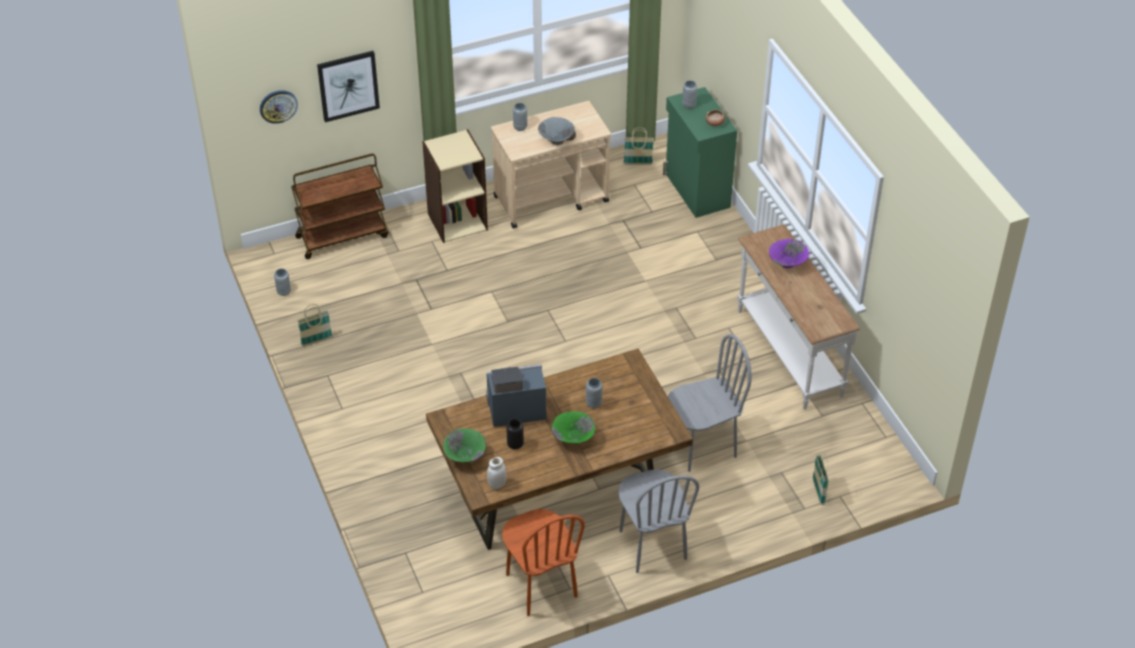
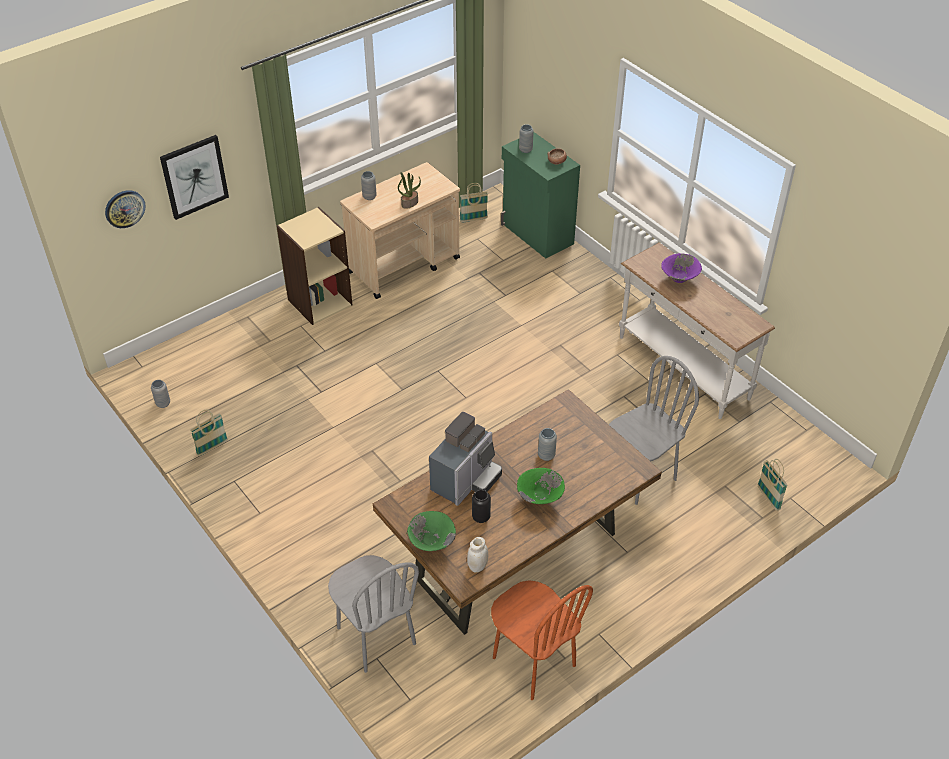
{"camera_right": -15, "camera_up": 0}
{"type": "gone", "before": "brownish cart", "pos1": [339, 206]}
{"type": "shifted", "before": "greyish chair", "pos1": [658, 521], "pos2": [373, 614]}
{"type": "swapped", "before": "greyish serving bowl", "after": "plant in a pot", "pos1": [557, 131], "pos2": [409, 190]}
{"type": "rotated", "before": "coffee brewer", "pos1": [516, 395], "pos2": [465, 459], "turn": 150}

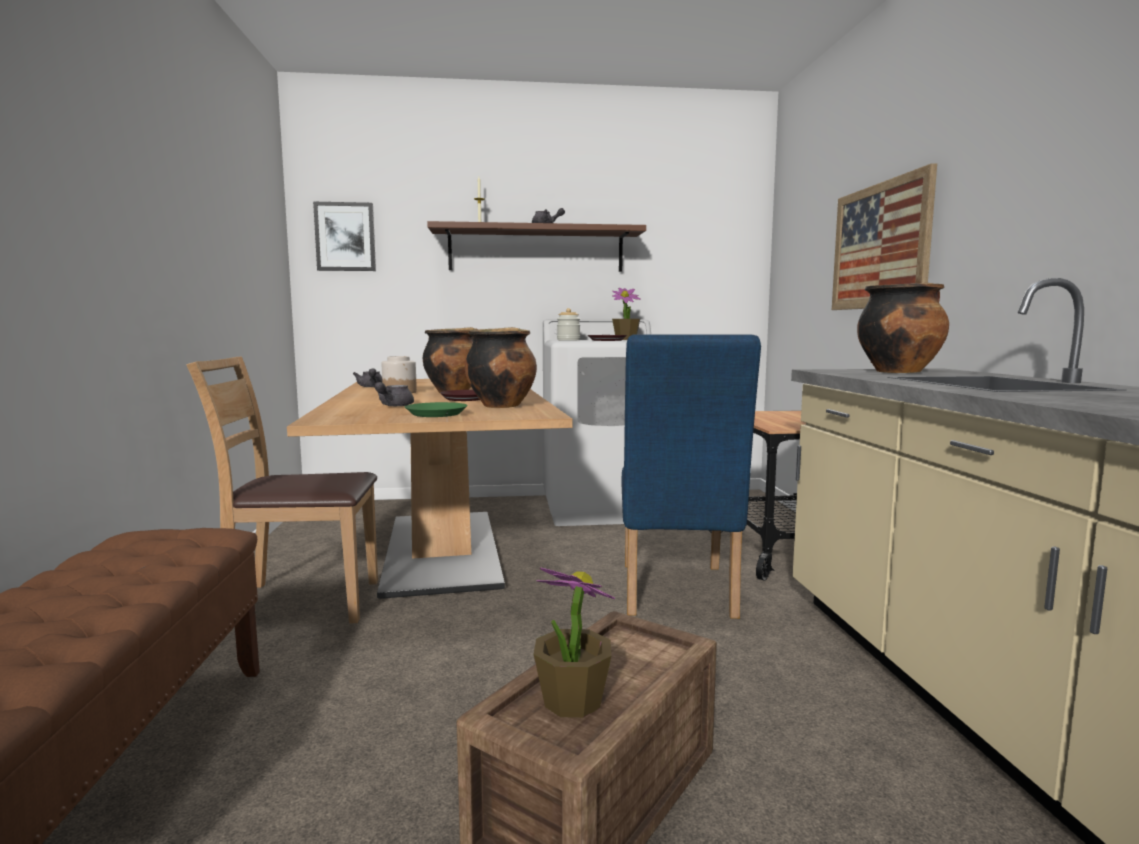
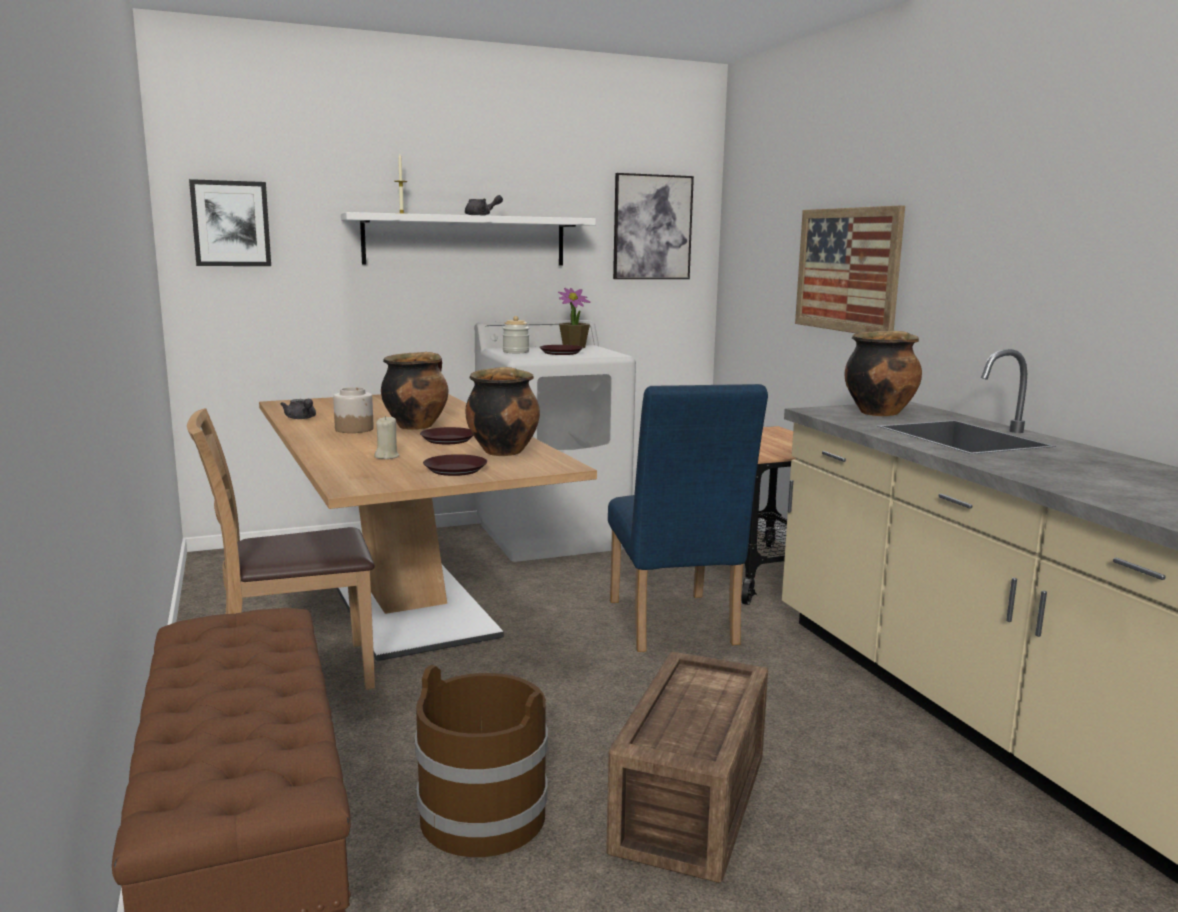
{"camera_right": -15, "camera_up": 5}
{"type": "gone", "before": "plant in a pot", "pos1": [574, 643]}
{"type": "new", "after": "brownish bucket", "pos2": [481, 760]}
{"type": "new", "after": "picture", "pos2": [653, 226]}
{"type": "swapped", "before": "greyish pot for tea", "after": "beige wax light", "pos1": [394, 394], "pos2": [387, 437]}
{"type": "repainted", "before": "greenish flat dish", "after": "brownish flat dish", "pos1": [436, 409], "pos2": [455, 465]}
{"type": "repainted", "before": "brownish shelf", "after": "white shelf", "pos1": [536, 246], "pos2": [468, 238]}

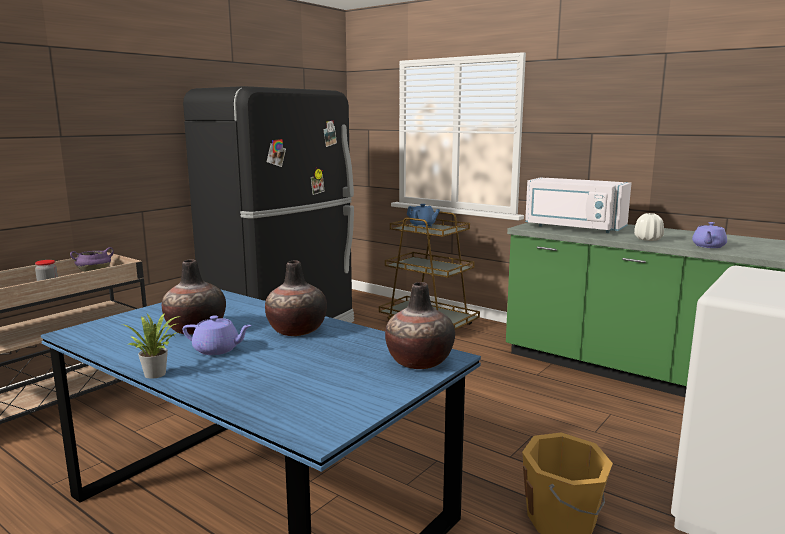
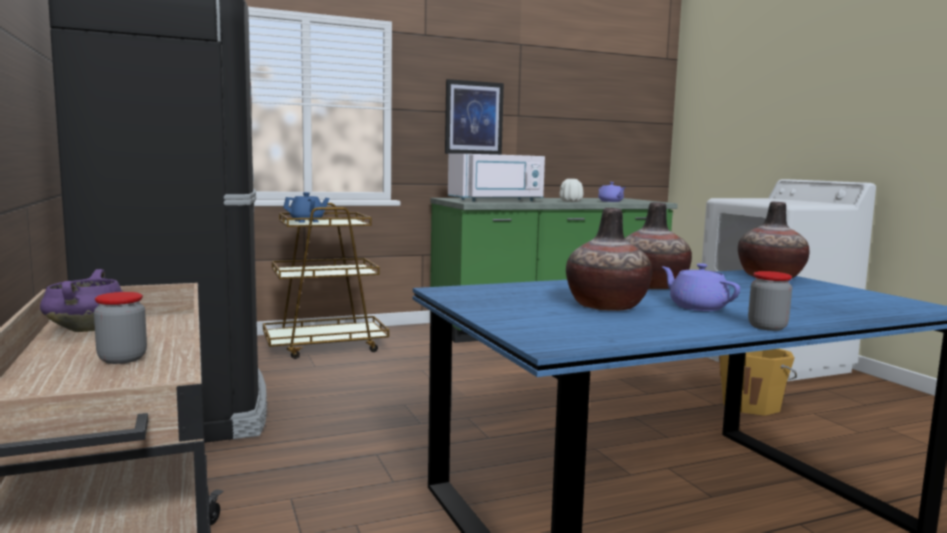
{"camera_right": -60, "camera_up": -5}
{"type": "new", "after": "picture", "pos2": [474, 117]}
{"type": "swapped", "before": "plant in a pot", "after": "preserve jar", "pos1": [151, 345], "pos2": [770, 301]}
{"type": "rotated", "before": "purple-coloured pot for tea", "pos1": [217, 335], "pos2": [700, 287], "turn": -75}

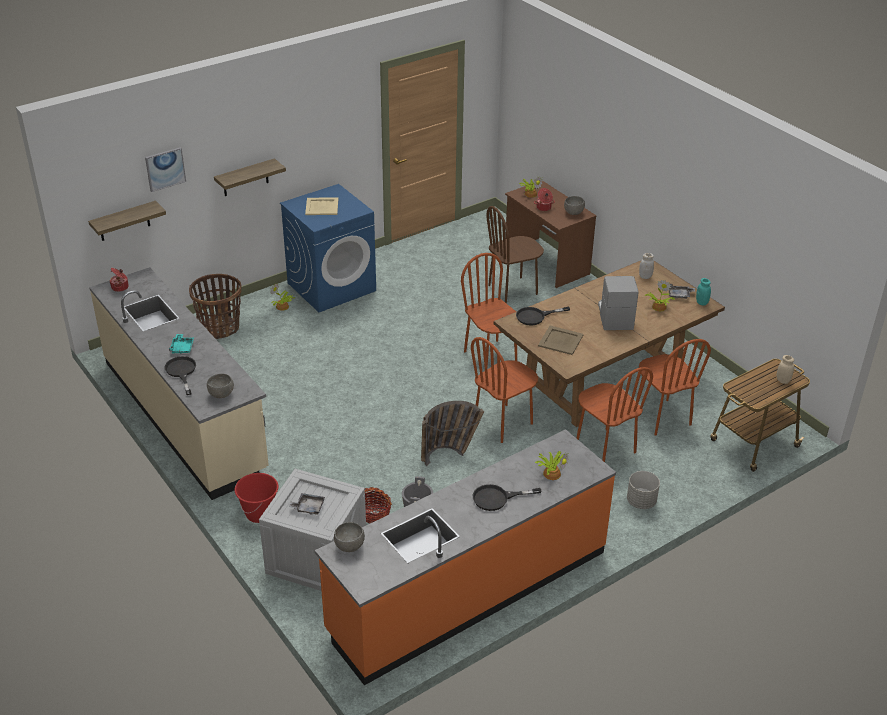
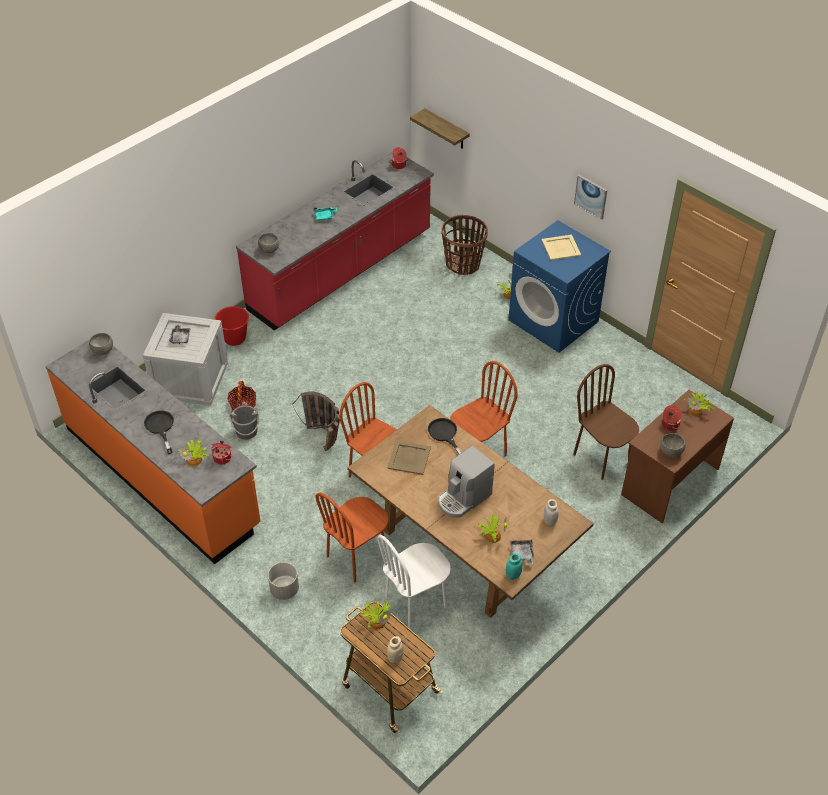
{"camera_right": 80, "camera_up": 10}
{"type": "gone", "before": "blackish frying pan", "pos1": [180, 375]}
{"type": "gone", "before": "shelf", "pos1": [250, 177]}
{"type": "new", "after": "stockpot", "pos2": [221, 452]}
{"type": "new", "after": "plant in a pot", "pos2": [375, 615]}
{"type": "shifted", "before": "picture", "pos1": [165, 169], "pos2": [590, 197]}
{"type": "repainted", "before": "beige counter", "after": "red counter", "pos1": [179, 383], "pos2": [335, 241]}
{"type": "repainted", "before": "brownish chair", "after": "white chair", "pos1": [673, 387], "pos2": [414, 582]}
{"type": "rotated", "before": "coffee brewer", "pos1": [618, 303], "pos2": [466, 482], "turn": 150}

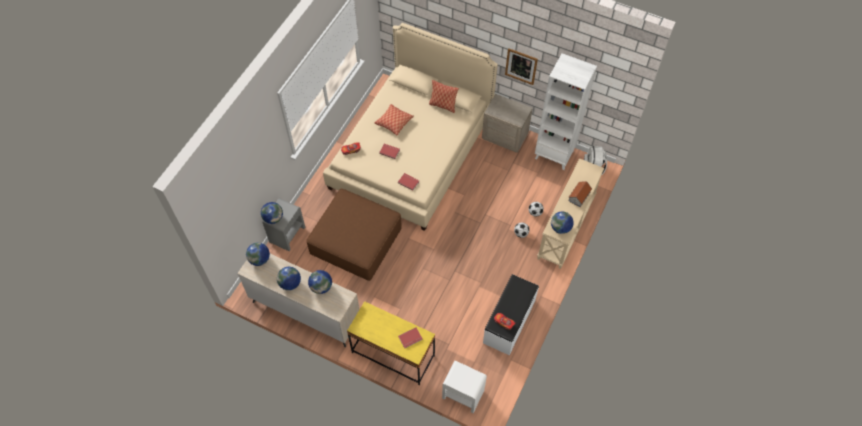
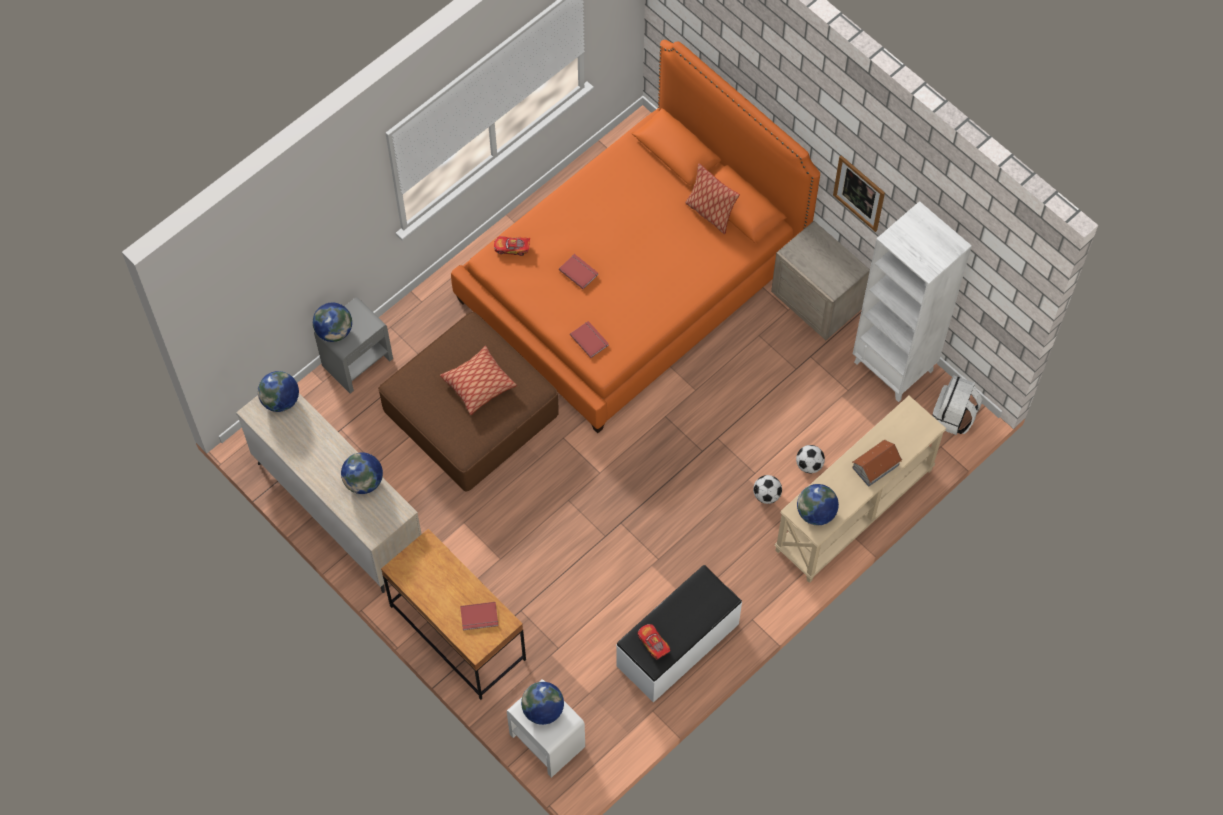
{"camera_right": 20, "camera_up": 5}
{"type": "shifted", "before": "world globe", "pos1": [289, 278], "pos2": [542, 703]}
{"type": "shifted", "before": "cushion", "pos1": [394, 120], "pos2": [478, 380]}
{"type": "repainted", "before": "beige bed", "after": "orange bed", "pos1": [410, 127], "pos2": [635, 236]}
{"type": "repainted", "before": "yellowish desk unit", "after": "brownish desk unit", "pos1": [391, 343], "pos2": [453, 614]}

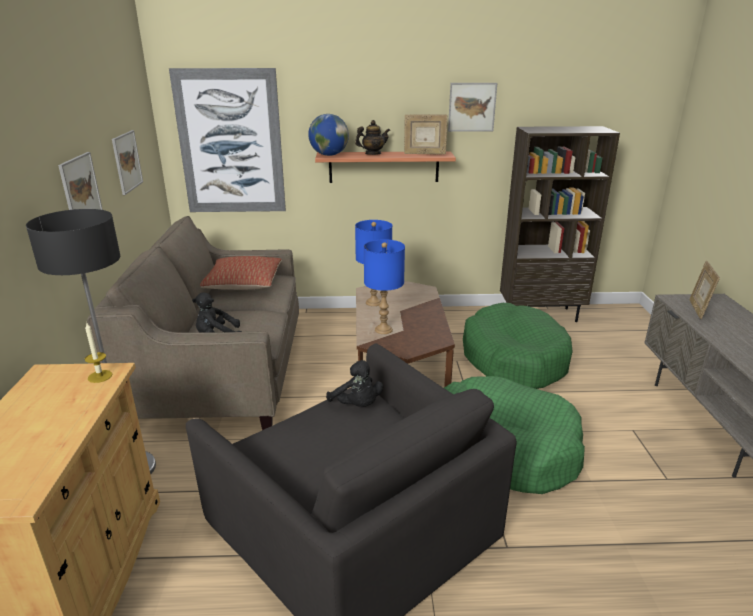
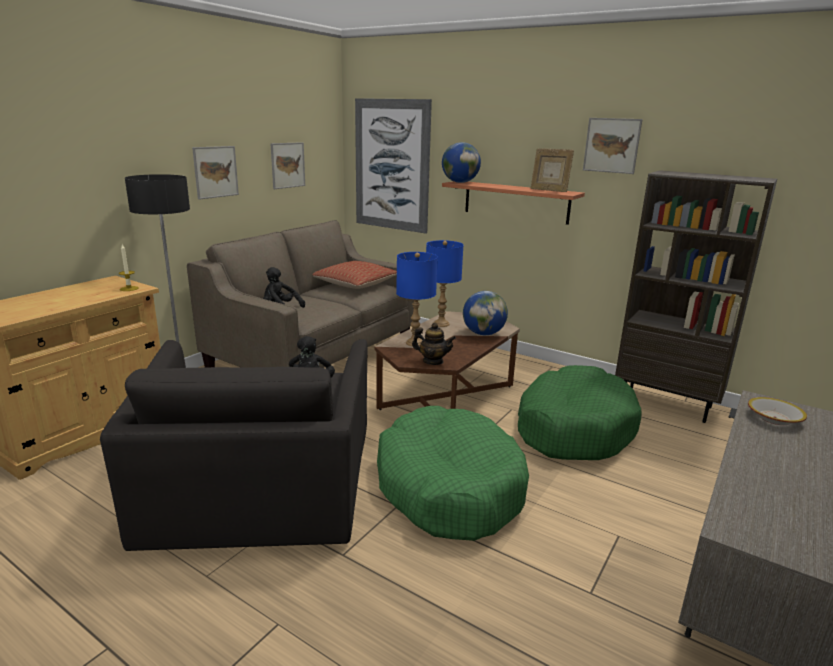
{"camera_right": 35, "camera_up": -5}
{"type": "new", "after": "world globe", "pos2": [485, 313]}
{"type": "shifted", "before": "pot for tea", "pos1": [372, 137], "pos2": [434, 344]}
{"type": "swapped", "before": "photo frame", "after": "serving bowl", "pos1": [704, 290], "pos2": [777, 411]}

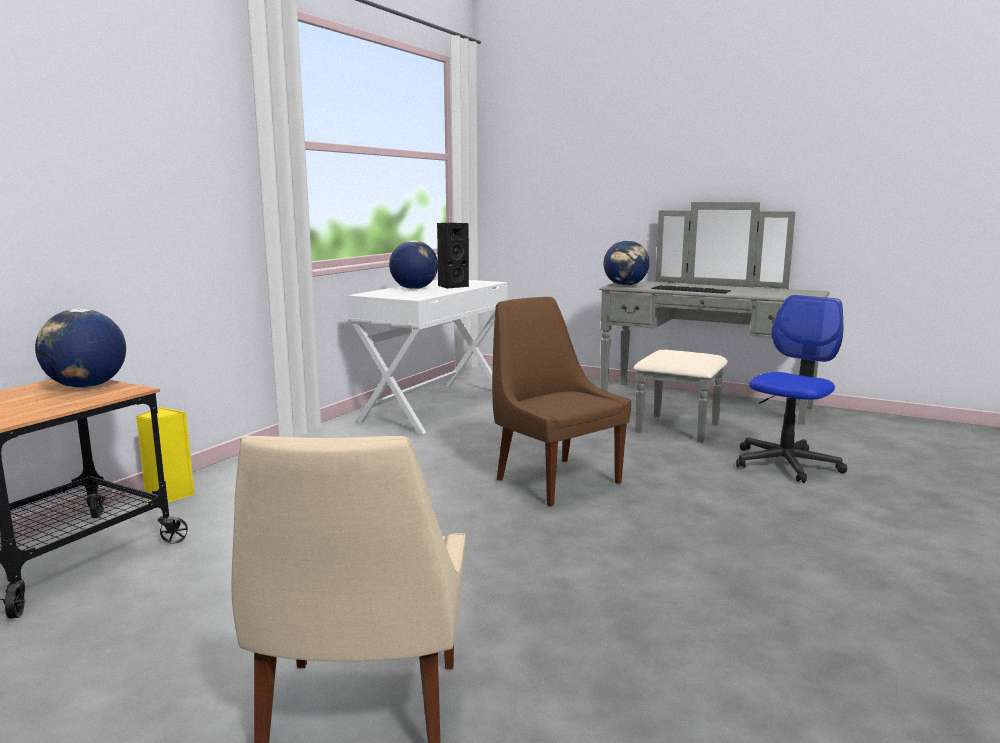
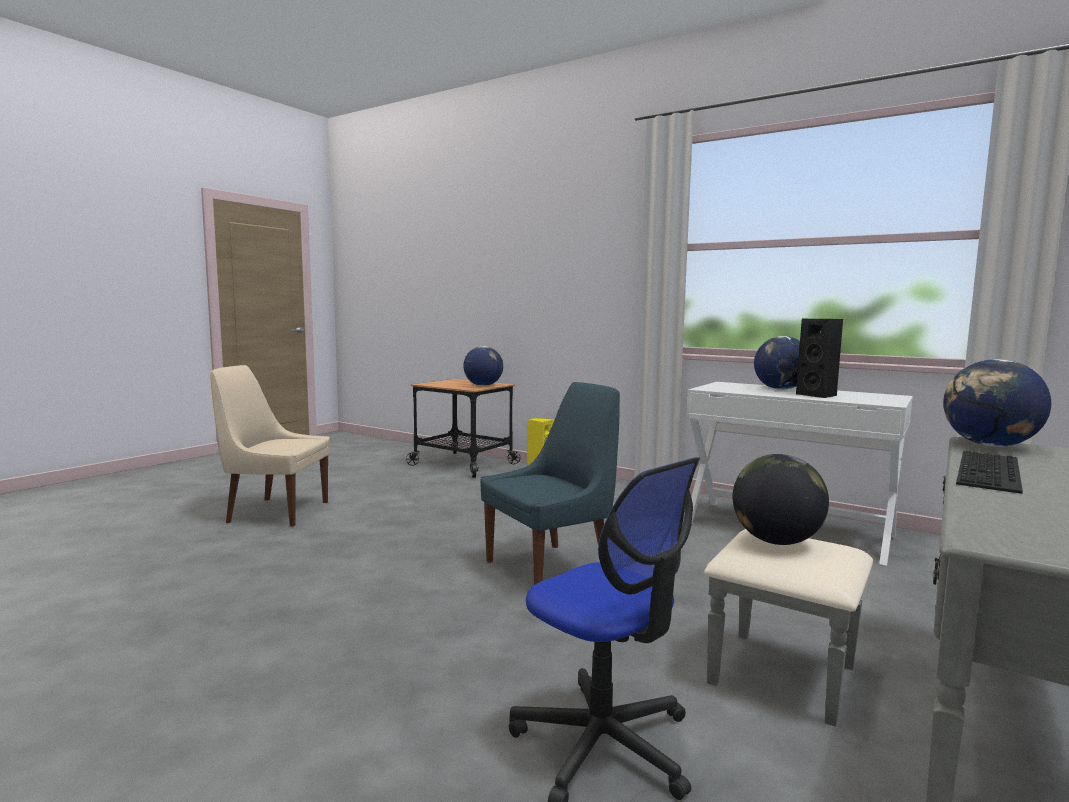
{"camera_right": 95, "camera_up": -5}
{"type": "new", "after": "world globe", "pos2": [780, 499]}
{"type": "repainted", "before": "brownish chair", "after": "blue-coloured chair", "pos1": [561, 401], "pos2": [550, 483]}

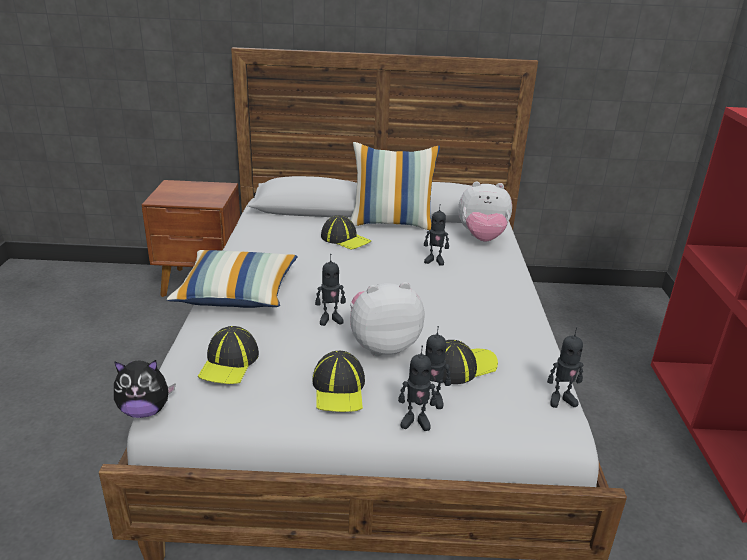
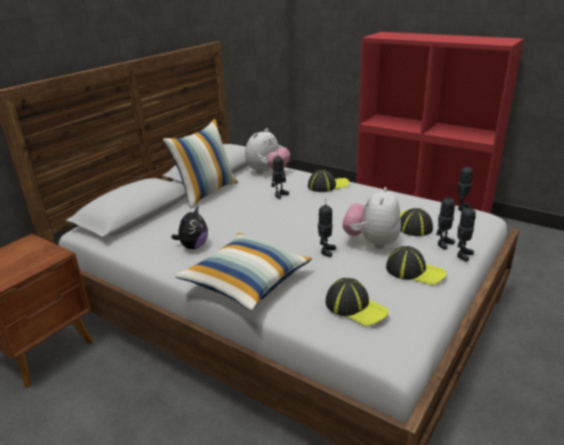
{"camera_right": -55, "camera_up": 0}
{"type": "shifted", "before": "cuddly toy", "pos1": [144, 389], "pos2": [189, 228]}
{"type": "shifted", "before": "cap", "pos1": [346, 232], "pos2": [328, 181]}

